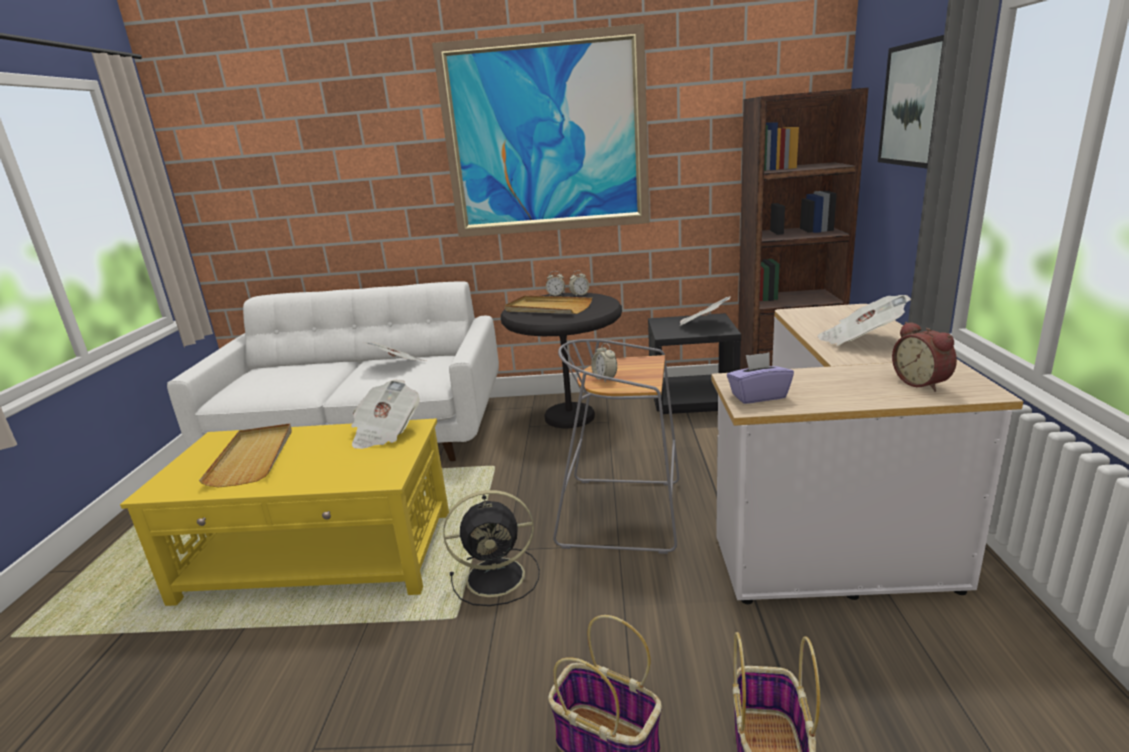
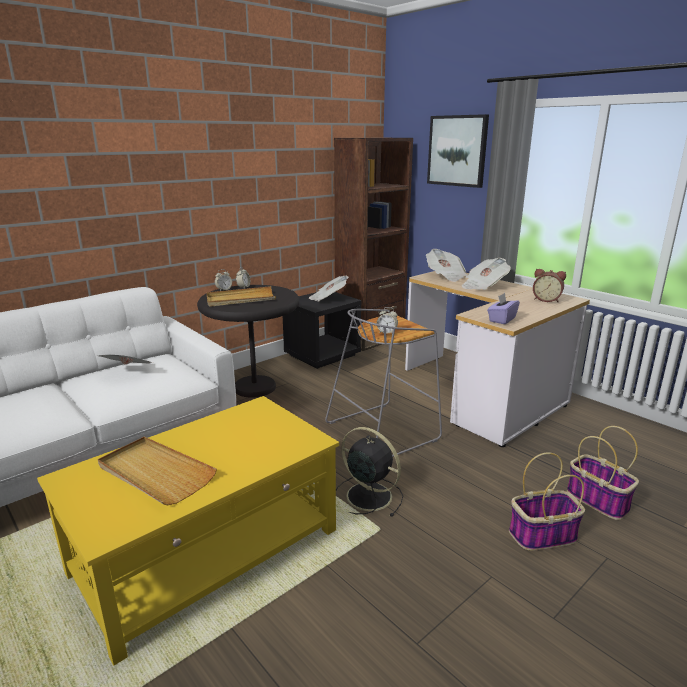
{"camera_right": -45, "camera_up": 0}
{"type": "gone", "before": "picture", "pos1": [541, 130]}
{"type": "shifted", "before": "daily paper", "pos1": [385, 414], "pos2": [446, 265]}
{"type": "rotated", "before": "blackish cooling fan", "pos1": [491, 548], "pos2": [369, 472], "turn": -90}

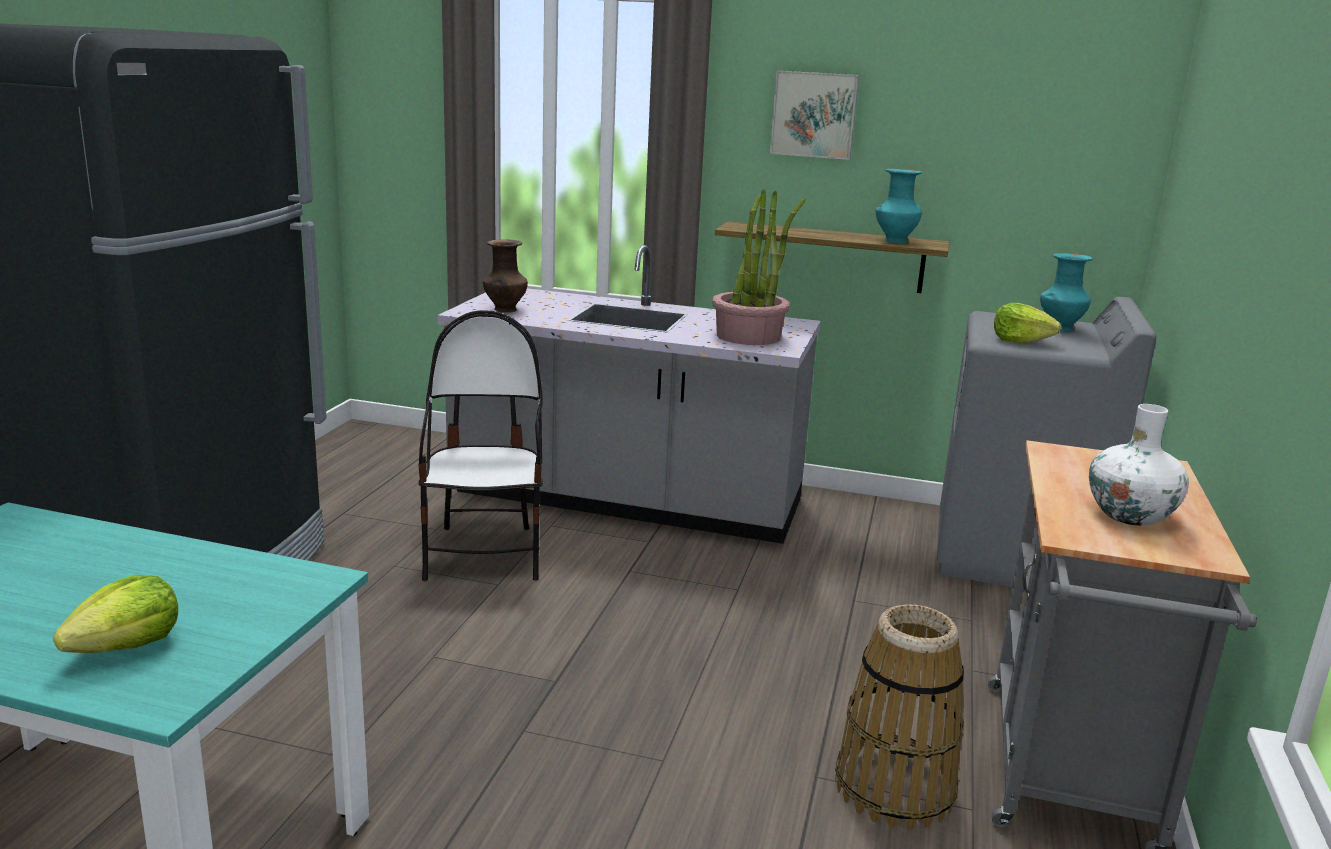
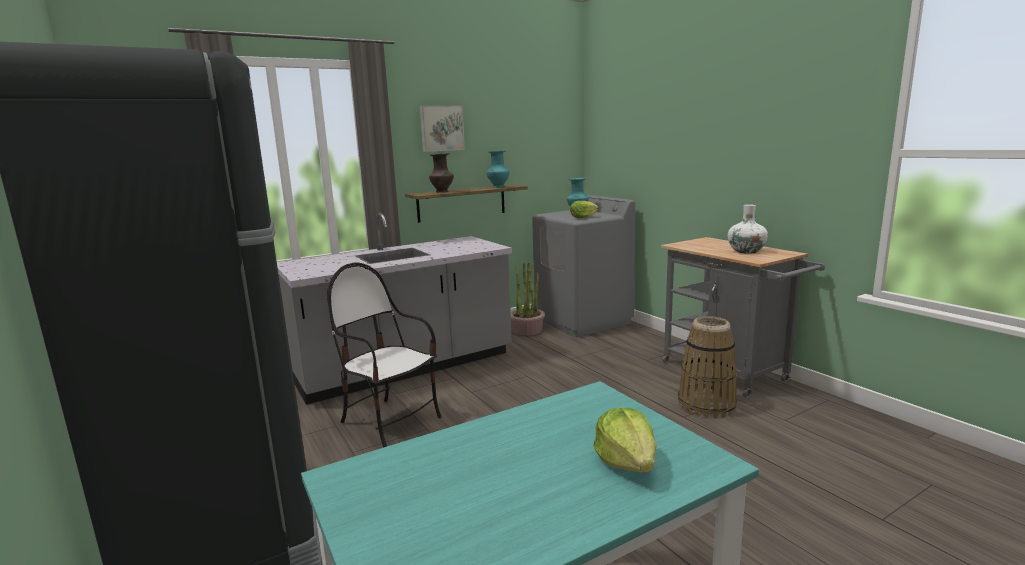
{"camera_right": -45, "camera_up": -5}
{"type": "shifted", "before": "brownish flower vase", "pos1": [505, 276], "pos2": [441, 172]}
{"type": "shifted", "before": "plant in a pot", "pos1": [759, 267], "pos2": [528, 299]}

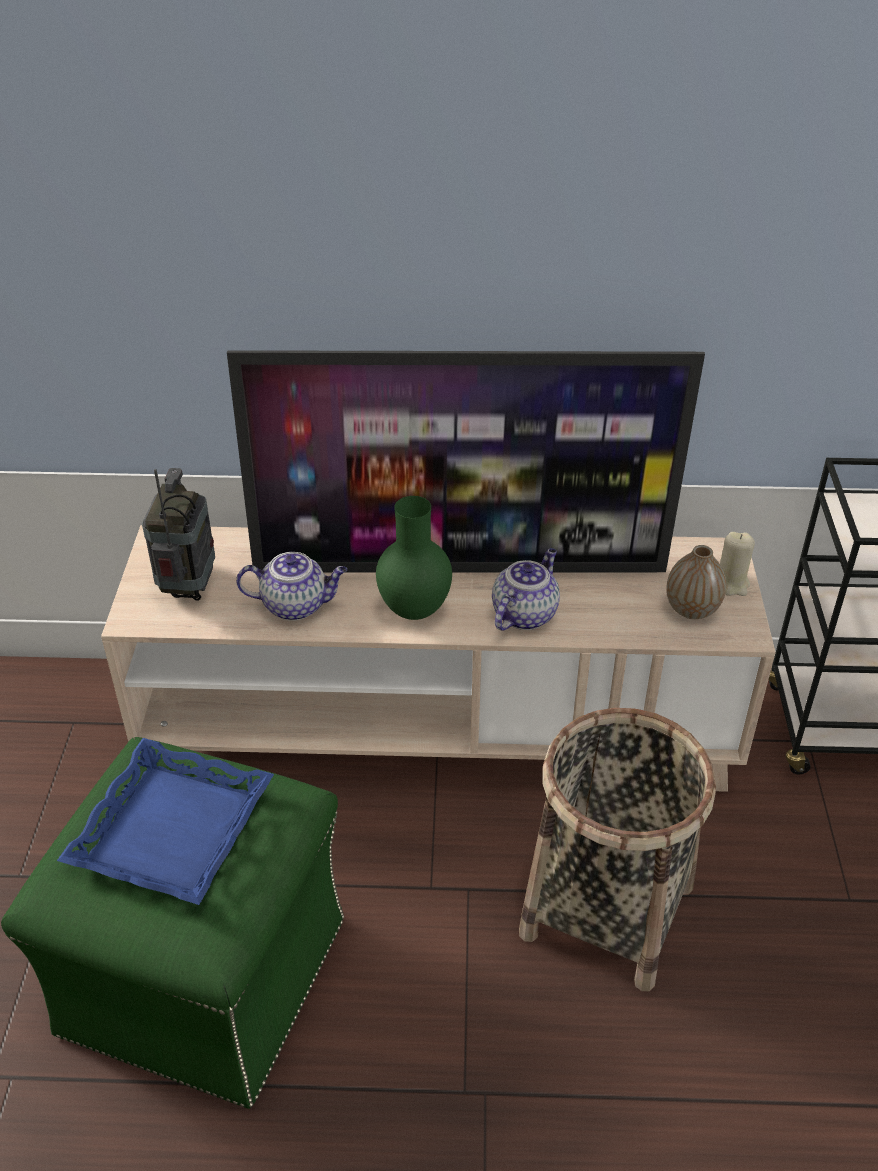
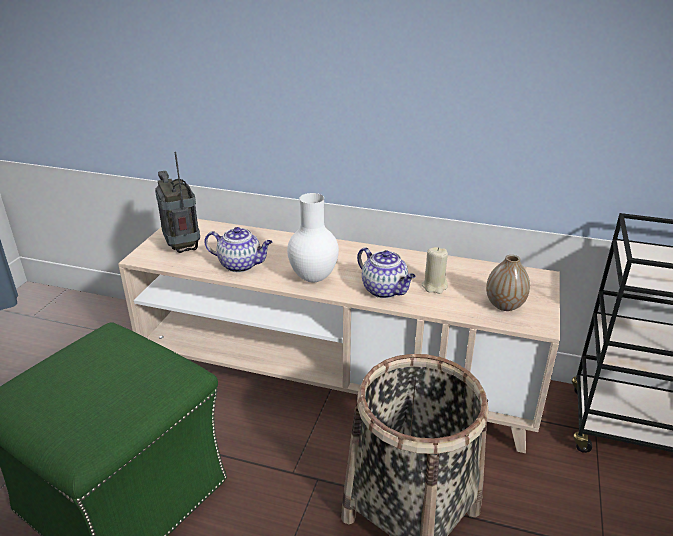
{"camera_right": 15, "camera_up": -10}
{"type": "gone", "before": "blue-coloured tray", "pos1": [165, 821]}
{"type": "gone", "before": "TV", "pos1": [466, 461]}
{"type": "shifted", "before": "beige wax light", "pos1": [737, 564], "pos2": [435, 270]}
{"type": "repainted", "before": "greenish flower vase", "after": "white flower vase", "pos1": [414, 558], "pos2": [313, 238]}
{"type": "rotated", "before": "radio receiver", "pos1": [178, 534], "pos2": [177, 202], "turn": -45}
{"type": "rotated", "before": "pot for tea", "pos1": [526, 589], "pos2": [386, 272], "turn": 90}

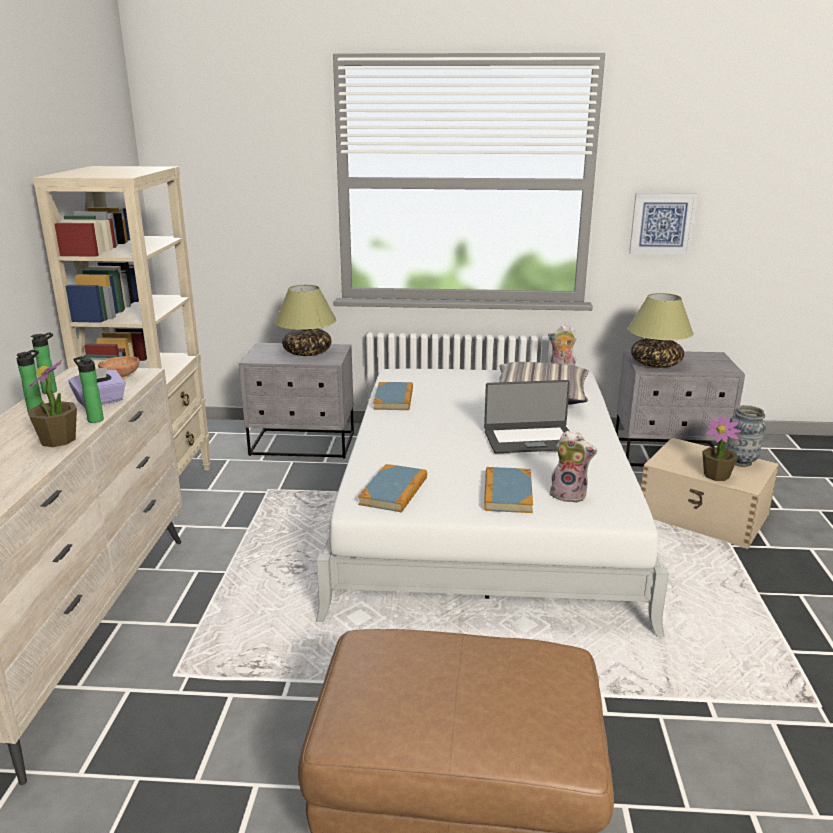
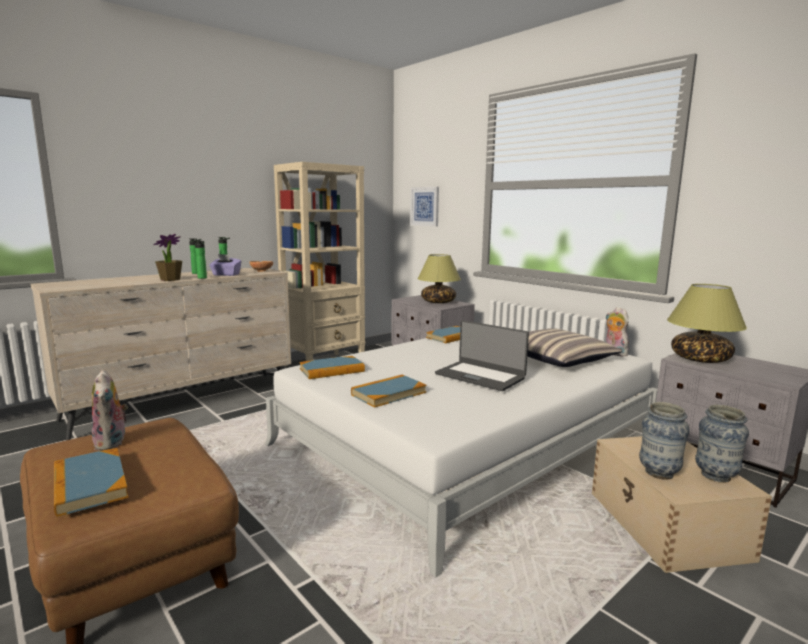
{"camera_right": 45, "camera_up": -10}
{"type": "new", "after": "book", "pos2": [91, 482]}
{"type": "shifted", "before": "cuddly toy", "pos1": [573, 467], "pos2": [110, 410]}
{"type": "shifted", "before": "picture", "pos1": [663, 224], "pos2": [424, 206]}
{"type": "swapped", "before": "plant in a pot", "after": "flower vase", "pos1": [721, 448], "pos2": [664, 441]}

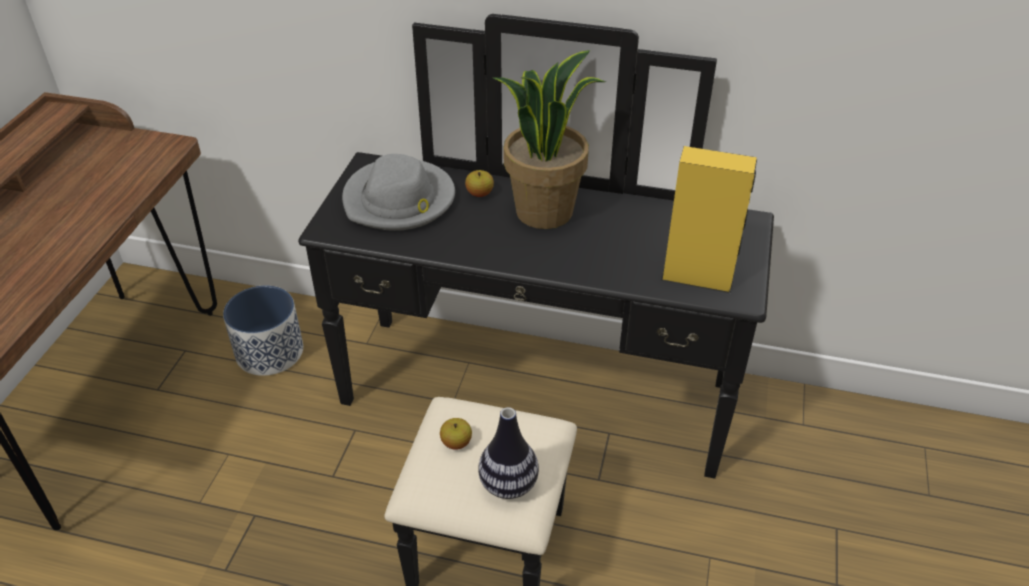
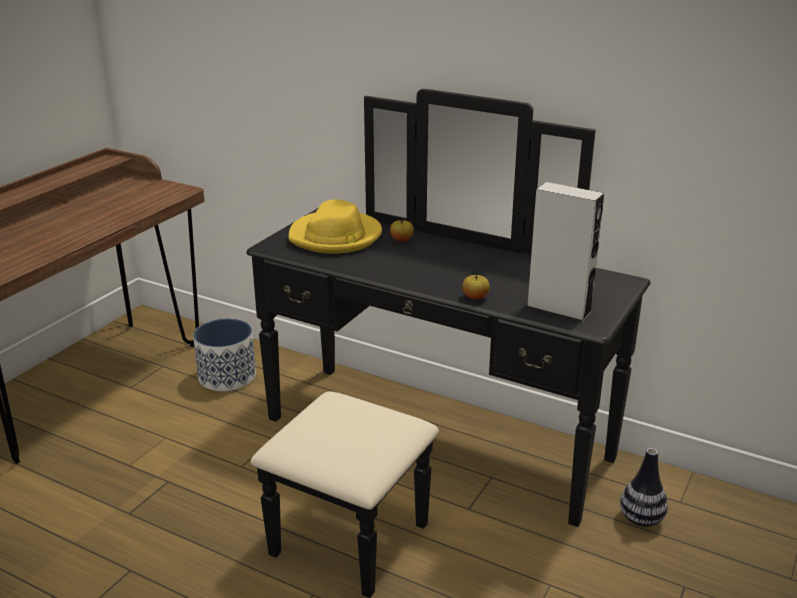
{"camera_right": 15, "camera_up": -15}
{"type": "gone", "before": "plant in a pot", "pos1": [549, 139]}
{"type": "shifted", "before": "apple", "pos1": [456, 434], "pos2": [476, 287]}
{"type": "shifted", "before": "flower vase", "pos1": [508, 453], "pos2": [644, 487]}
{"type": "repainted", "before": "greyish hat", "after": "yellowish hat", "pos1": [398, 192], "pos2": [335, 226]}
{"type": "repainted", "before": "yellowish audio speaker", "after": "greyish audio speaker", "pos1": [709, 219], "pos2": [565, 252]}

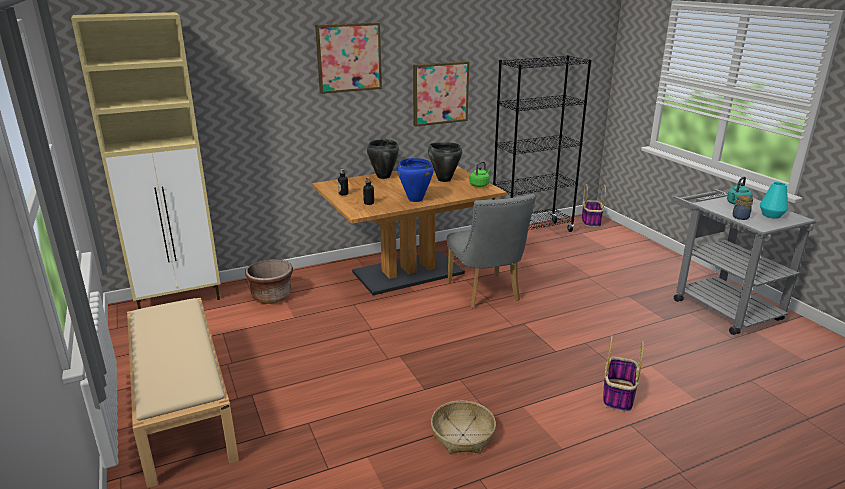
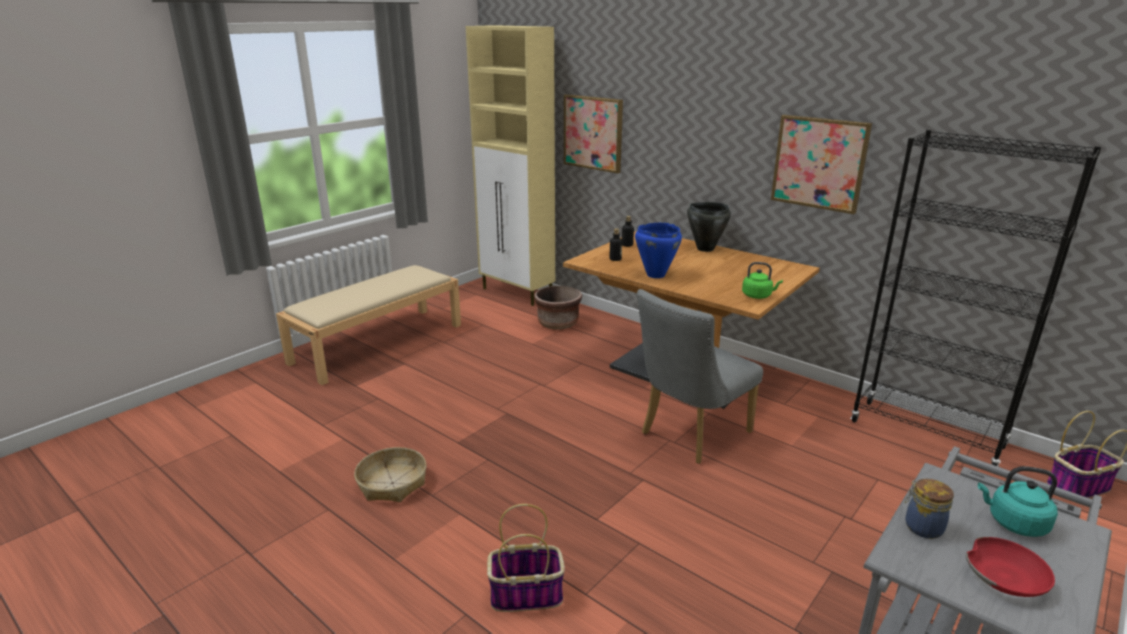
{"camera_right": 65, "camera_up": 0}
{"type": "gone", "before": "blackish stockpot", "pos1": [445, 162]}
{"type": "shifted", "before": "picture", "pos1": [348, 58], "pos2": [593, 134]}
{"type": "swapped", "before": "blue-green flower vase", "after": "red serving bowl", "pos1": [774, 200], "pos2": [1010, 567]}

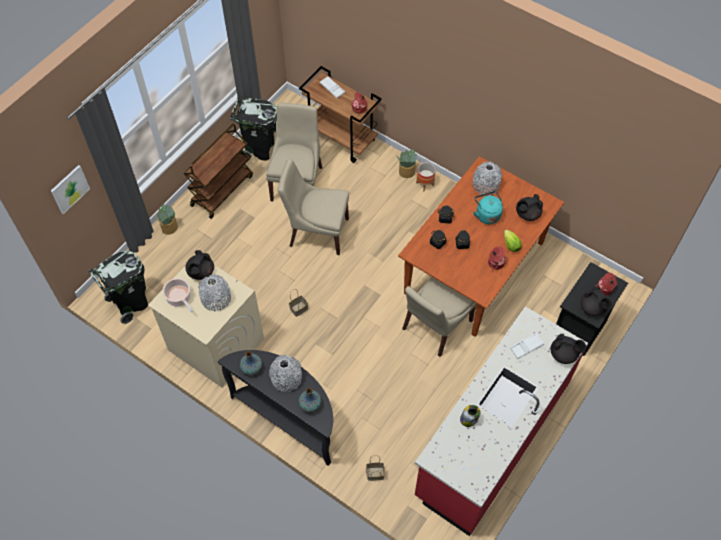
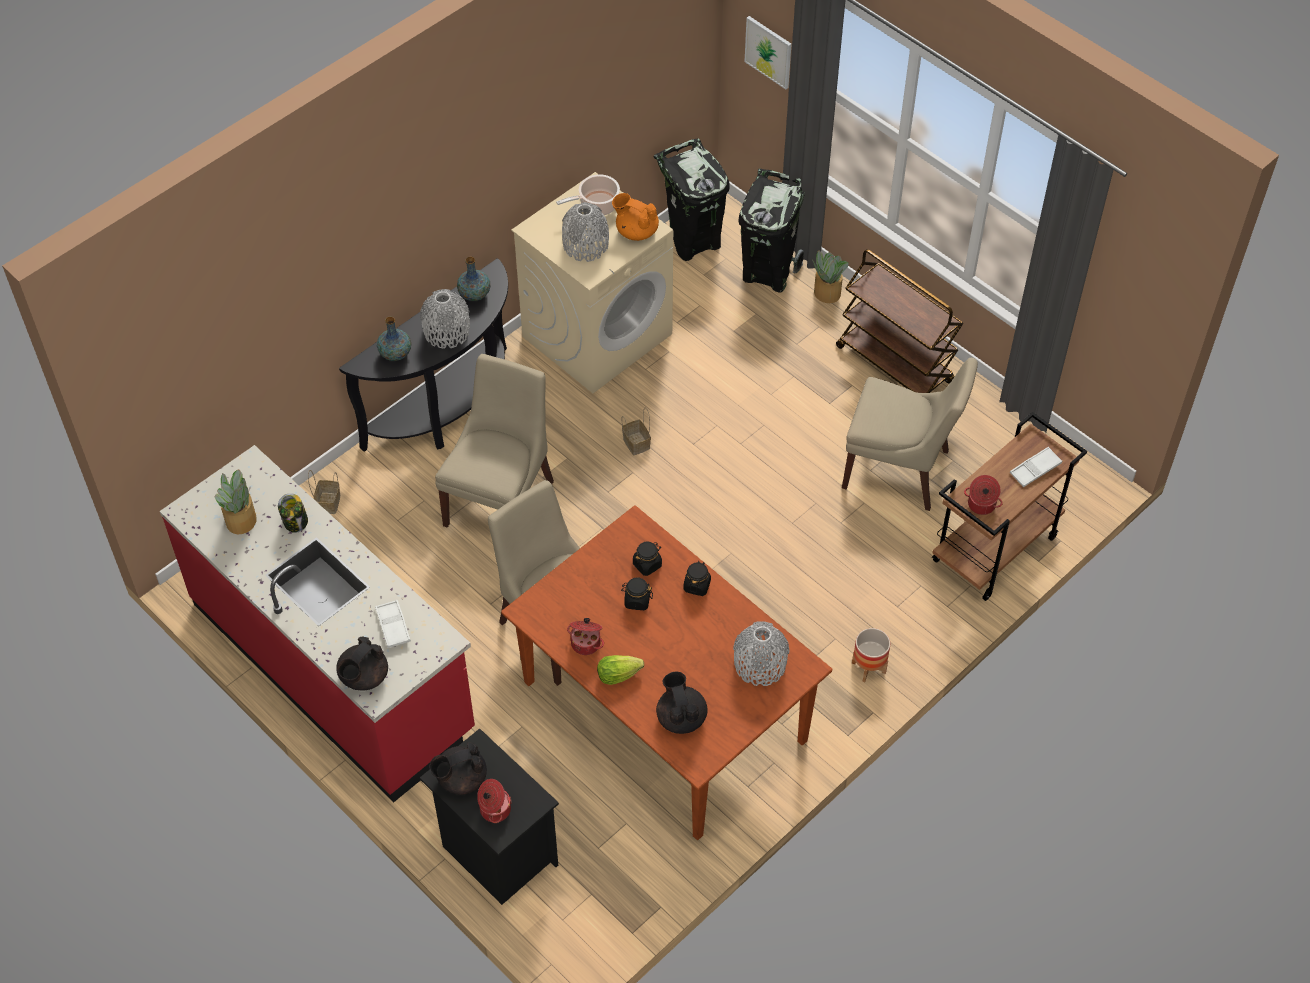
{"camera_right": 100, "camera_up": -5}
{"type": "gone", "before": "blue-green tea kettle", "pos1": [488, 207]}
{"type": "shifted", "before": "blackish rubbish bin", "pos1": [253, 129], "pos2": [771, 231]}
{"type": "shifted", "before": "beige chair", "pos1": [313, 207], "pos2": [494, 441]}
{"type": "shifted", "before": "plant in a pot", "pos1": [407, 163], "pos2": [235, 501]}
{"type": "repainted", "before": "blackish pot for tea", "after": "orange pot for tea", "pos1": [199, 265], "pos2": [635, 217]}

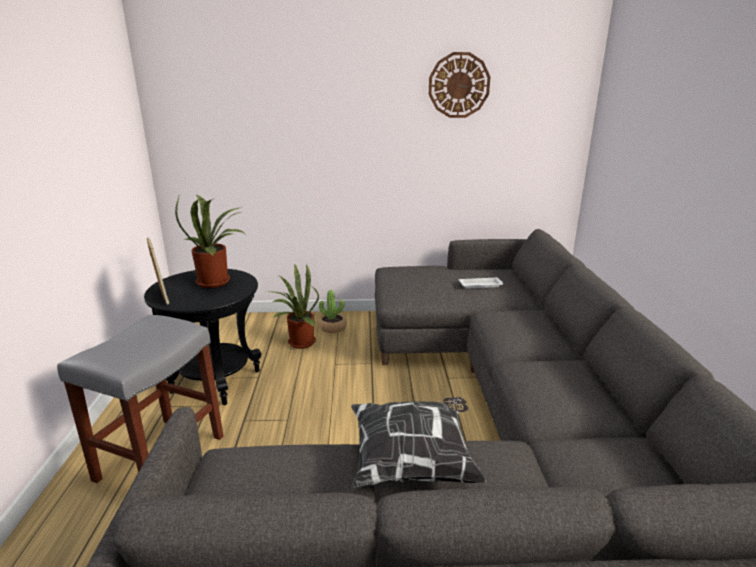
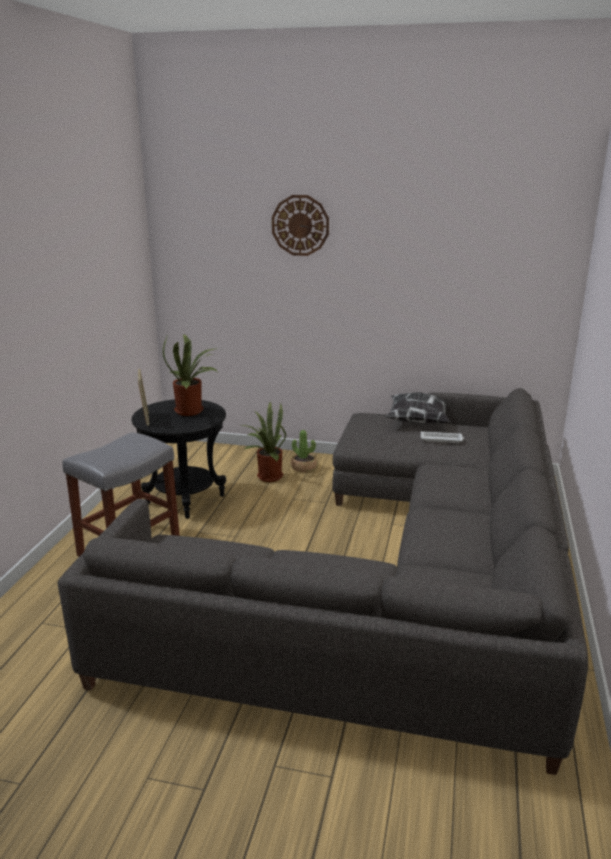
{"camera_right": 15, "camera_up": 0}
{"type": "shifted", "before": "cushion", "pos1": [419, 442], "pos2": [417, 408]}
{"type": "shifted", "before": "wall clock", "pos1": [459, 85], "pos2": [300, 225]}

